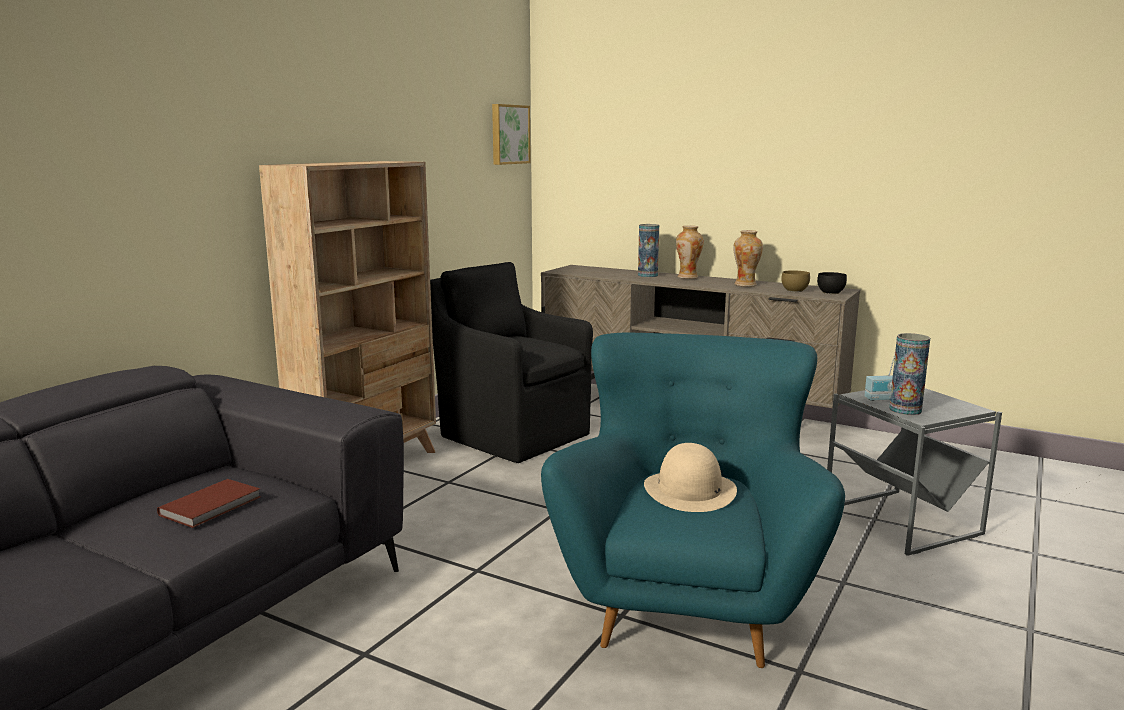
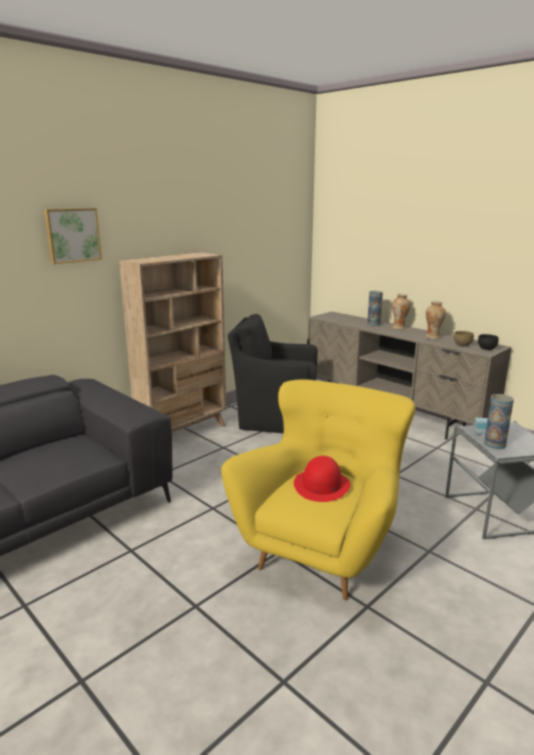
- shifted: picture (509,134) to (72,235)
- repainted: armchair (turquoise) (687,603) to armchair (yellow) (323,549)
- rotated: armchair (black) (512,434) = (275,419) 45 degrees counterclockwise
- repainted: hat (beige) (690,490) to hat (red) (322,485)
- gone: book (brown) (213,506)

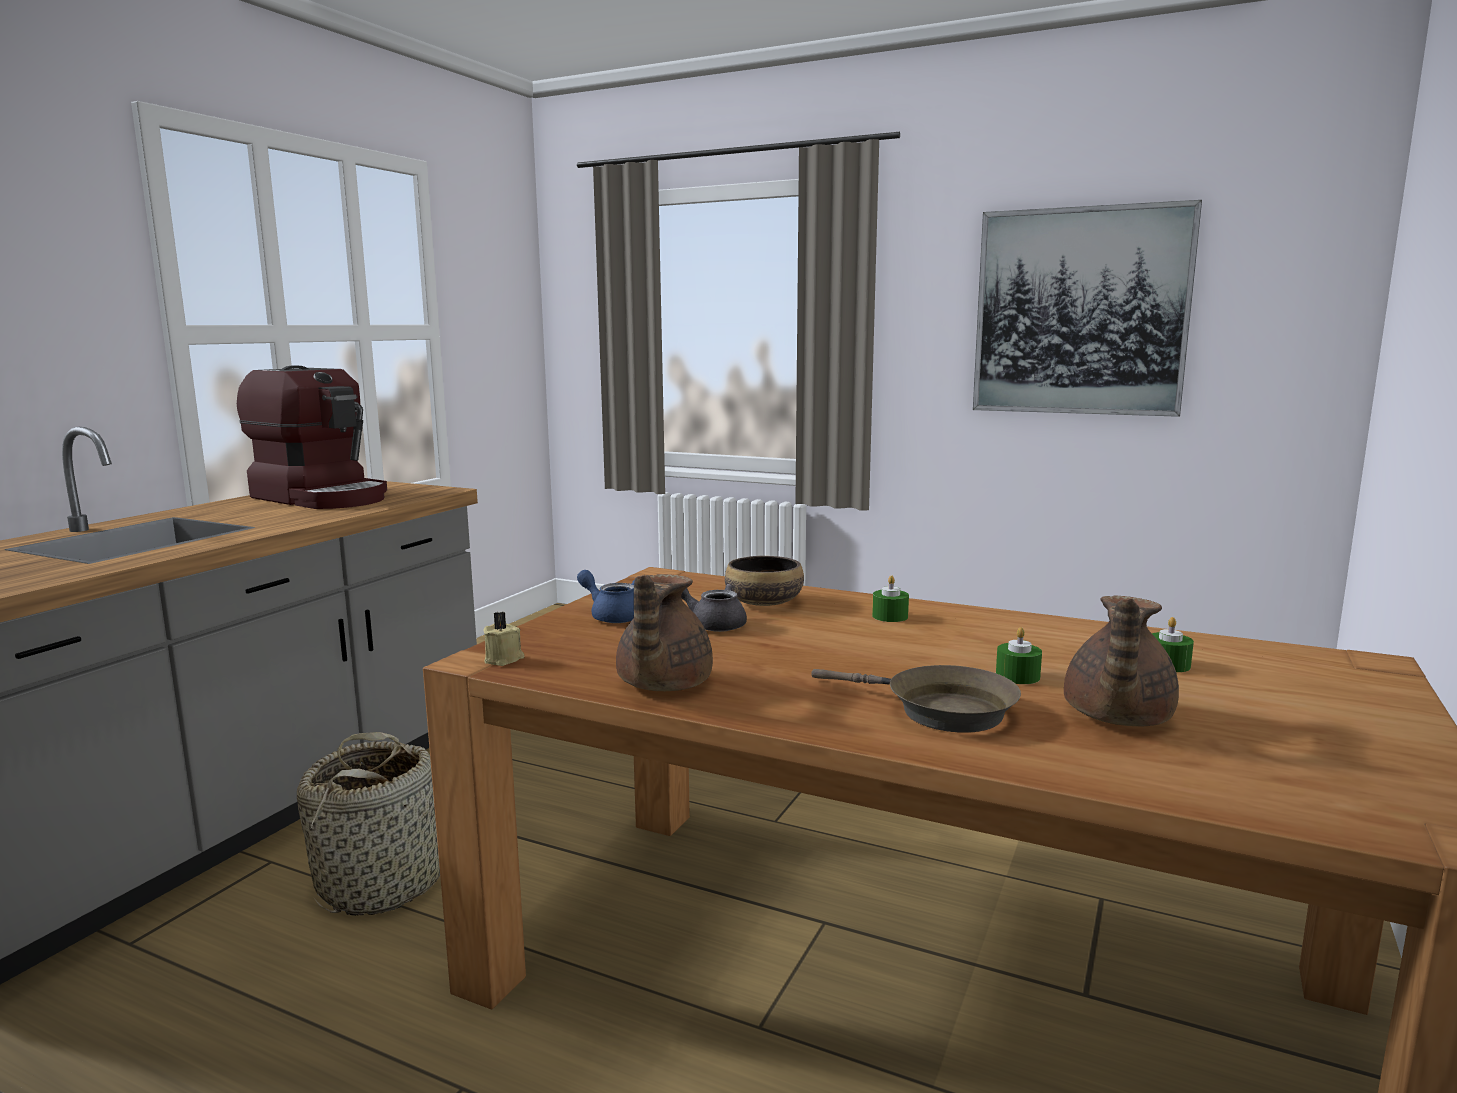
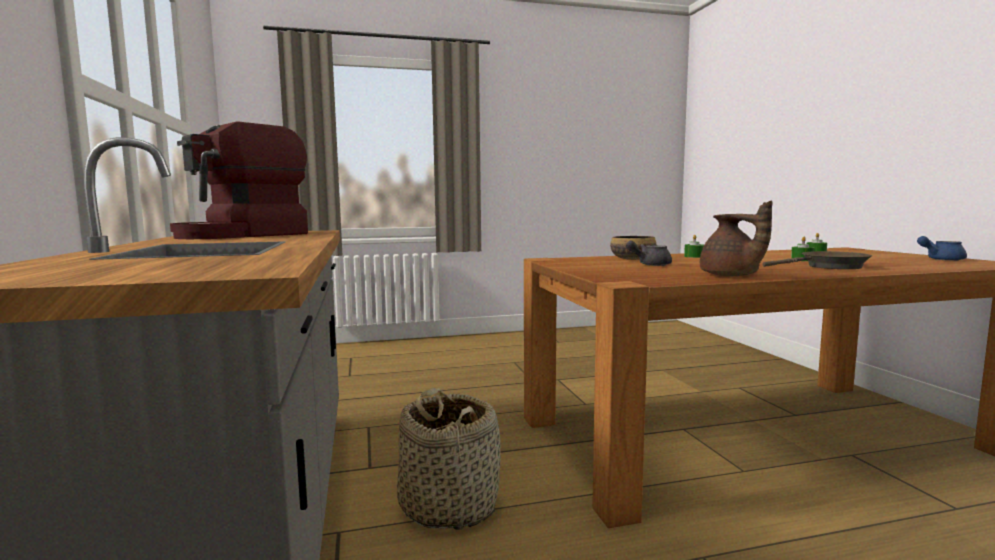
- rotated: coffee machine (323,497) = (243,235) 135 degrees clockwise
- shifted: teapot (blue) (613,616) to (940,259)
- gone: candle (beige) (504,659)
- gone: picture (1080,312)
- gone: teapot (brown) (1115,717)

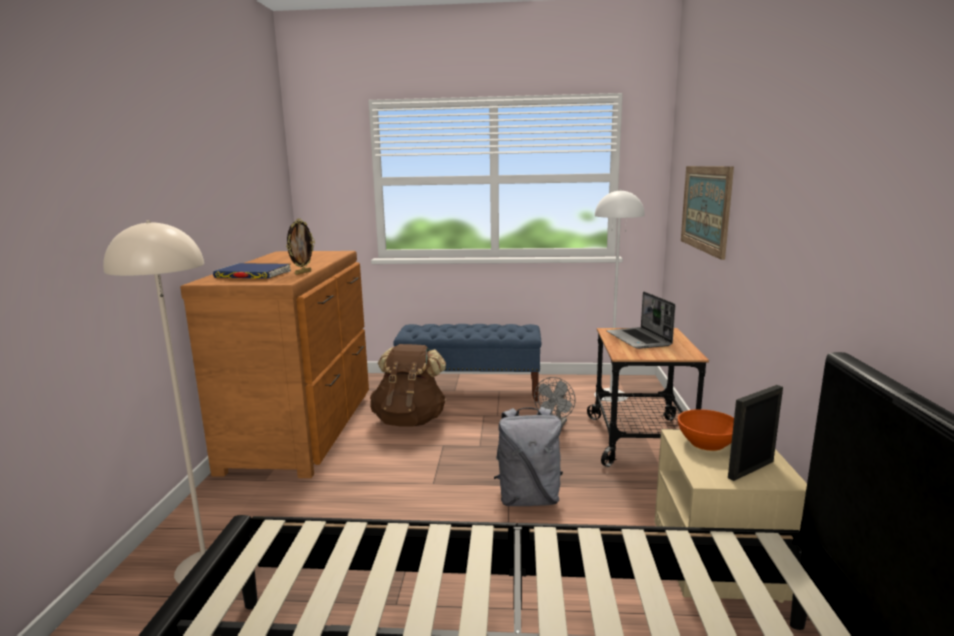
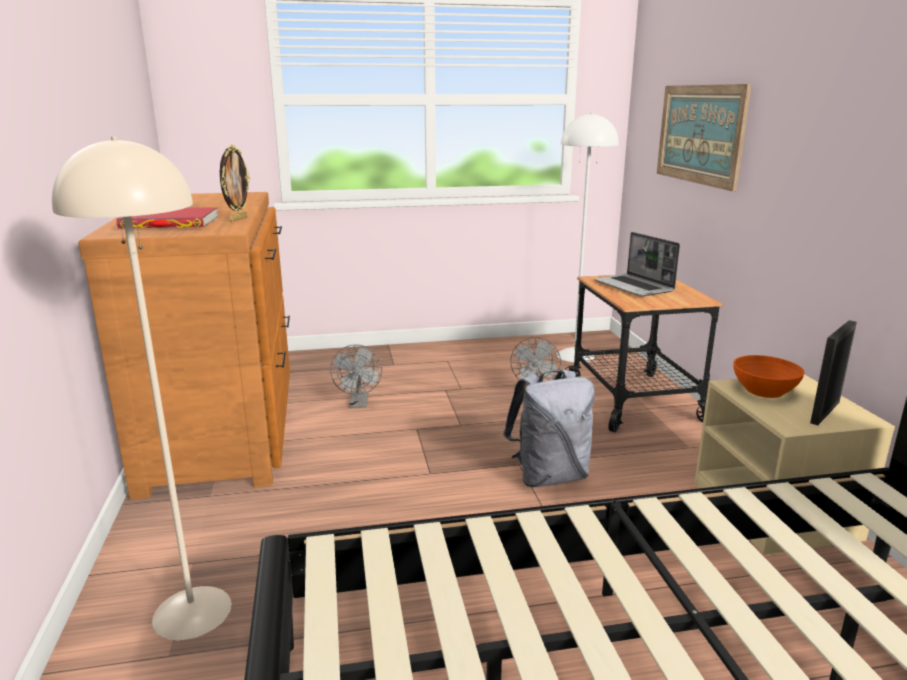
- repainted: book (blue) (253,275) to book (red) (170,223)
- swapped: backpack (brown) (410,420) to fan (grey) (359,404)
- gone: bench (blue) (470,390)

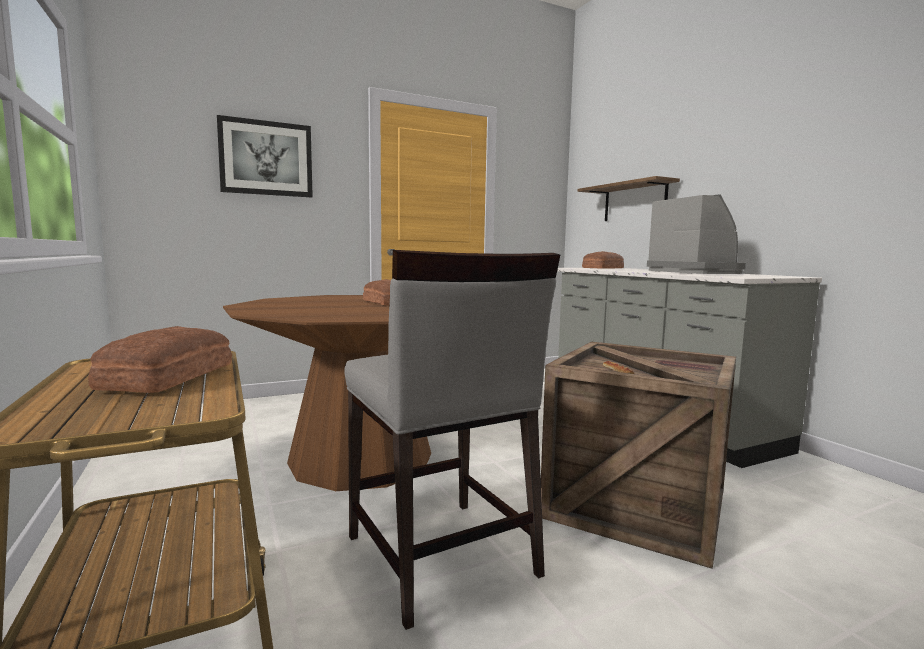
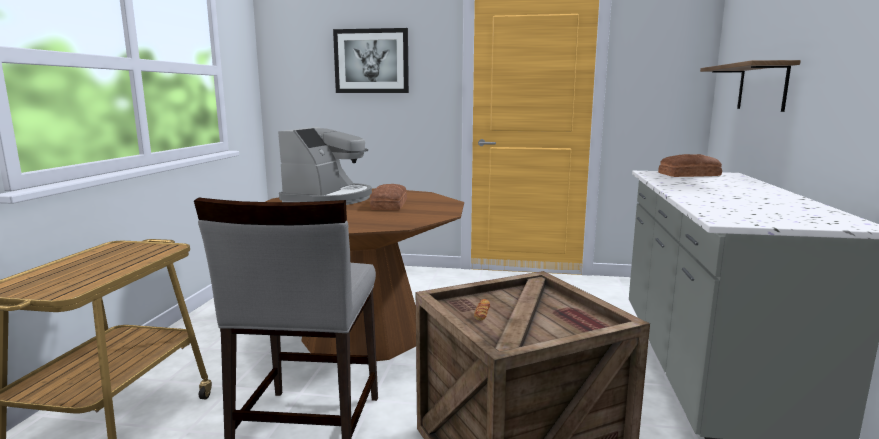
- shifted: coffee machine (697,272) to (329,199)
- gone: bread (164,377)

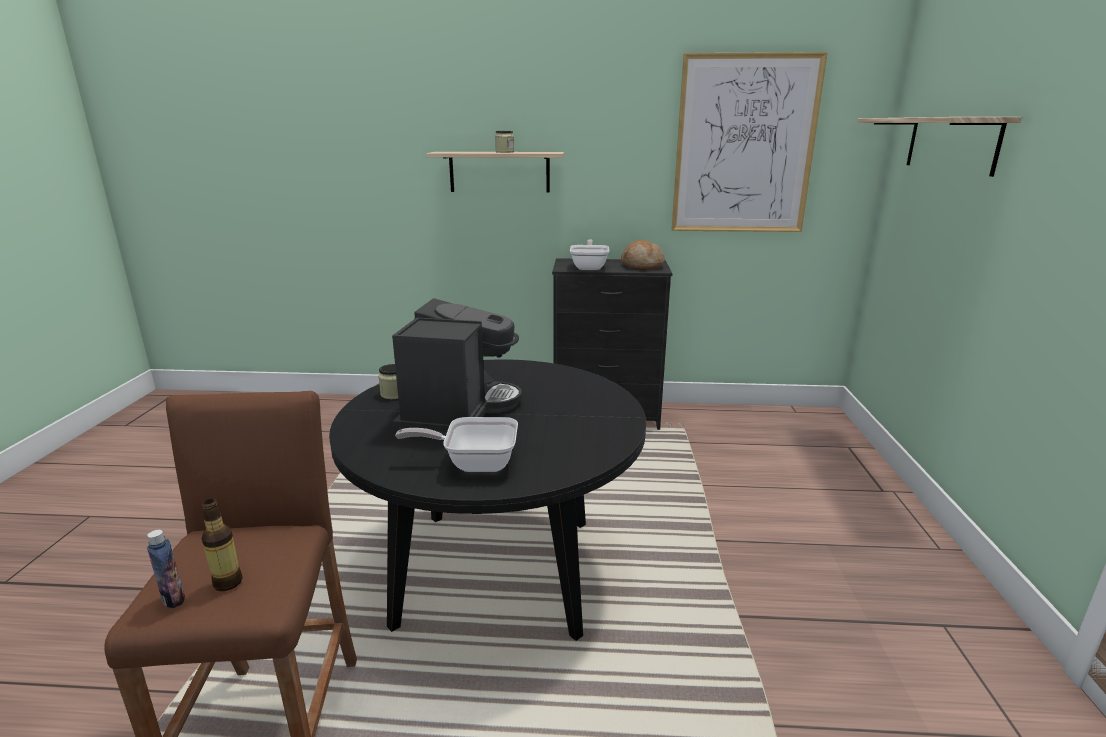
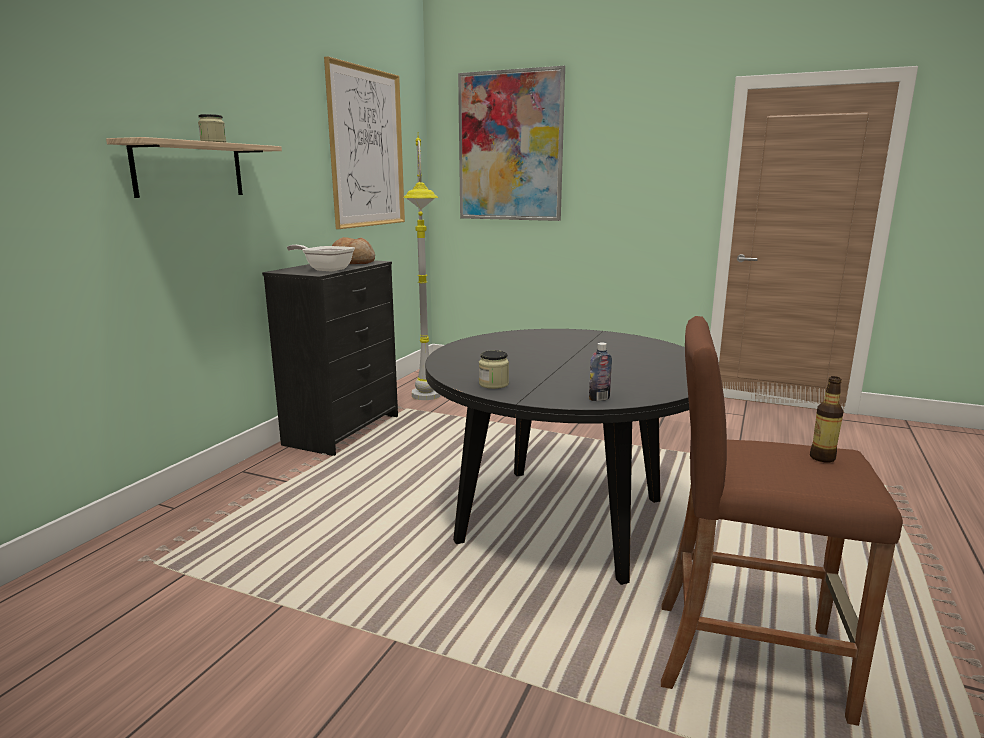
- new: floor lamp (grey) (426,403)
- swapped: shelf (951,144) to picture (510,147)
- shifted: bottle (173,599) to (599,398)
- gone: coffee machine (458,411)
- gone: frying pan (473,463)

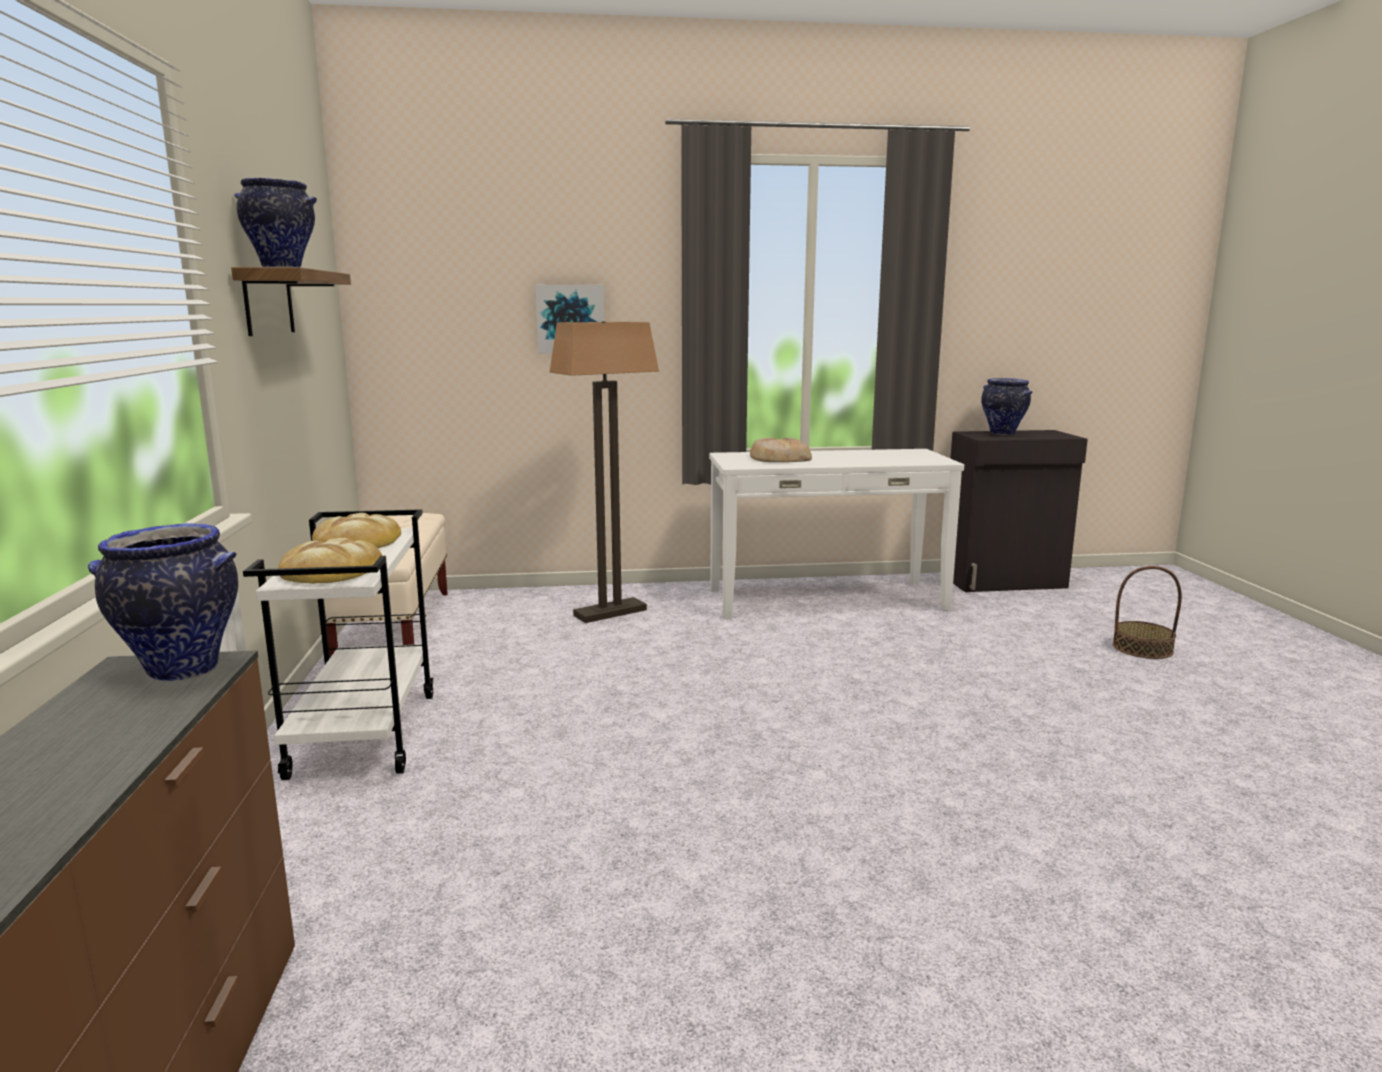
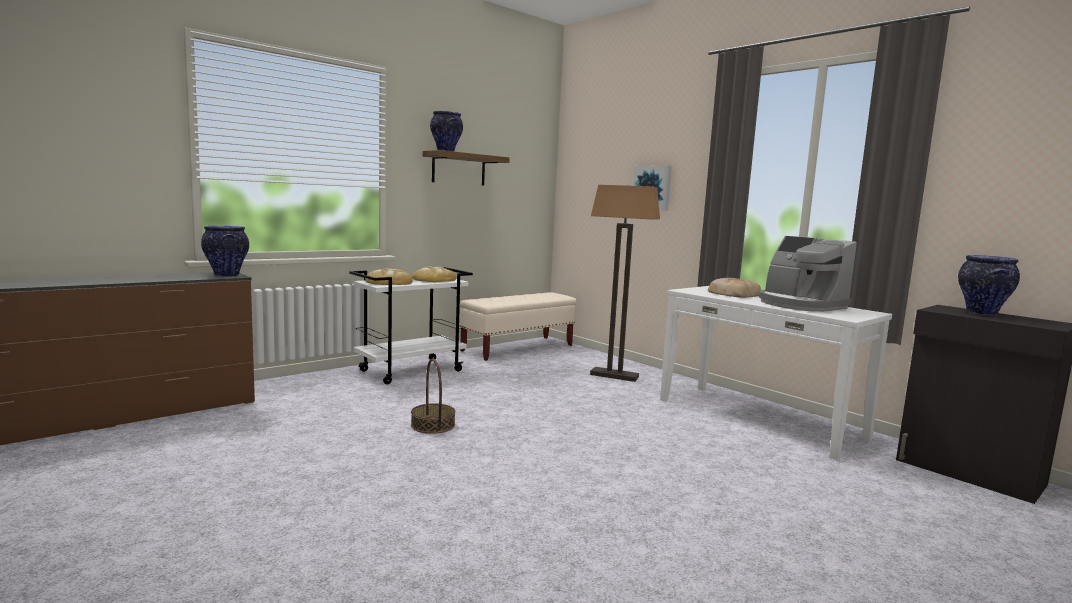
- shifted: basket (1142,648) to (433,425)
- new: coffee machine (800,305)

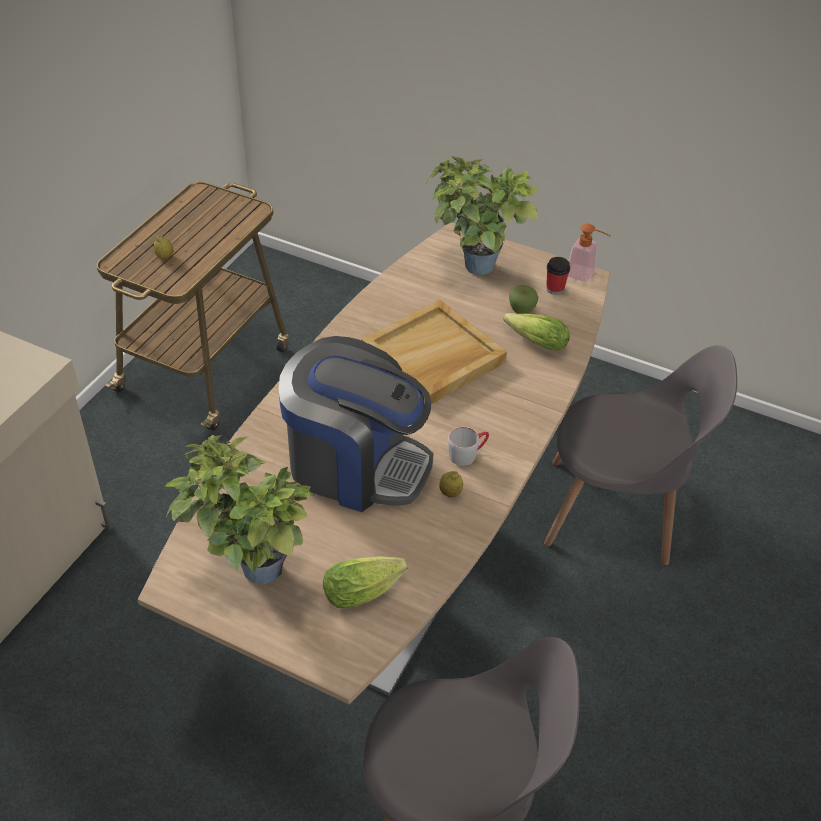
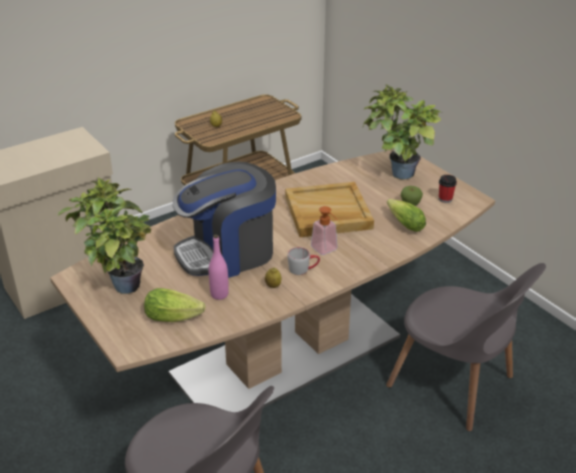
- rotated: coffee machine (355,465) = (228,253) 105 degrees clockwise
- new: bottle (pink) (219,294)
- shifted: soap dispenser (585,275) to (326,250)

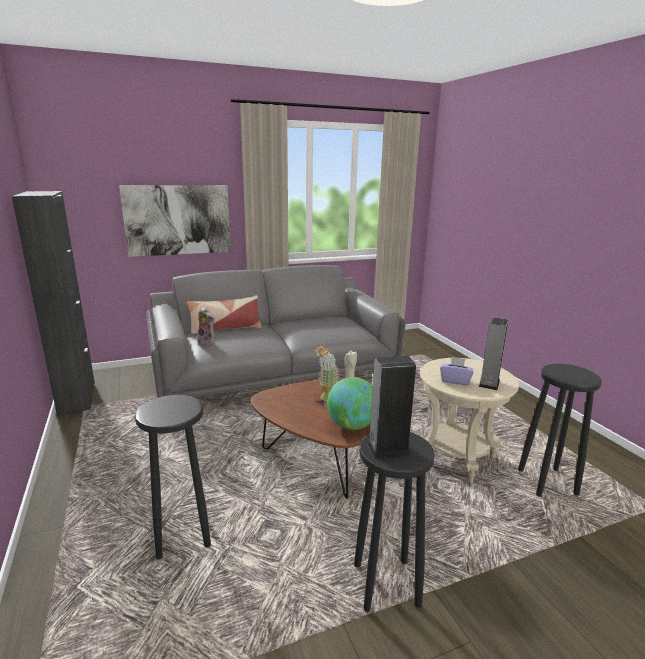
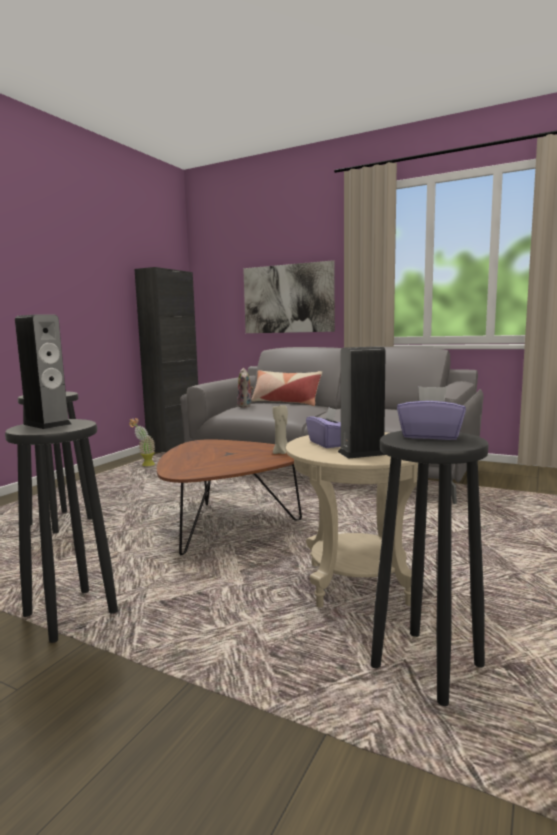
- shifted: potted plant (326,399) to (144,465)
- new: tissue box (purple) (430,436)
- gone: globe (352,425)

